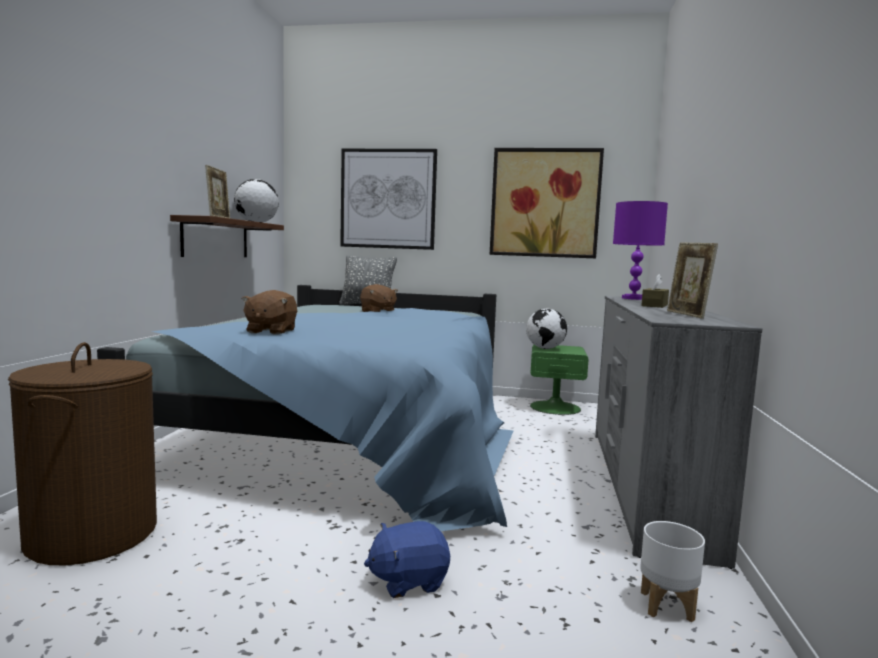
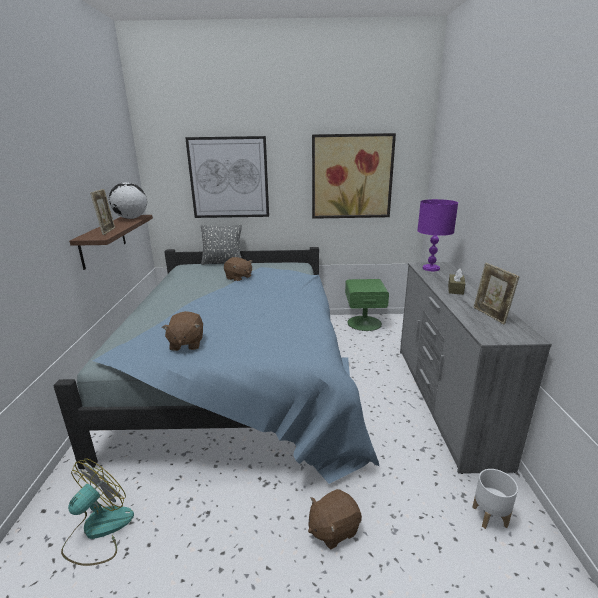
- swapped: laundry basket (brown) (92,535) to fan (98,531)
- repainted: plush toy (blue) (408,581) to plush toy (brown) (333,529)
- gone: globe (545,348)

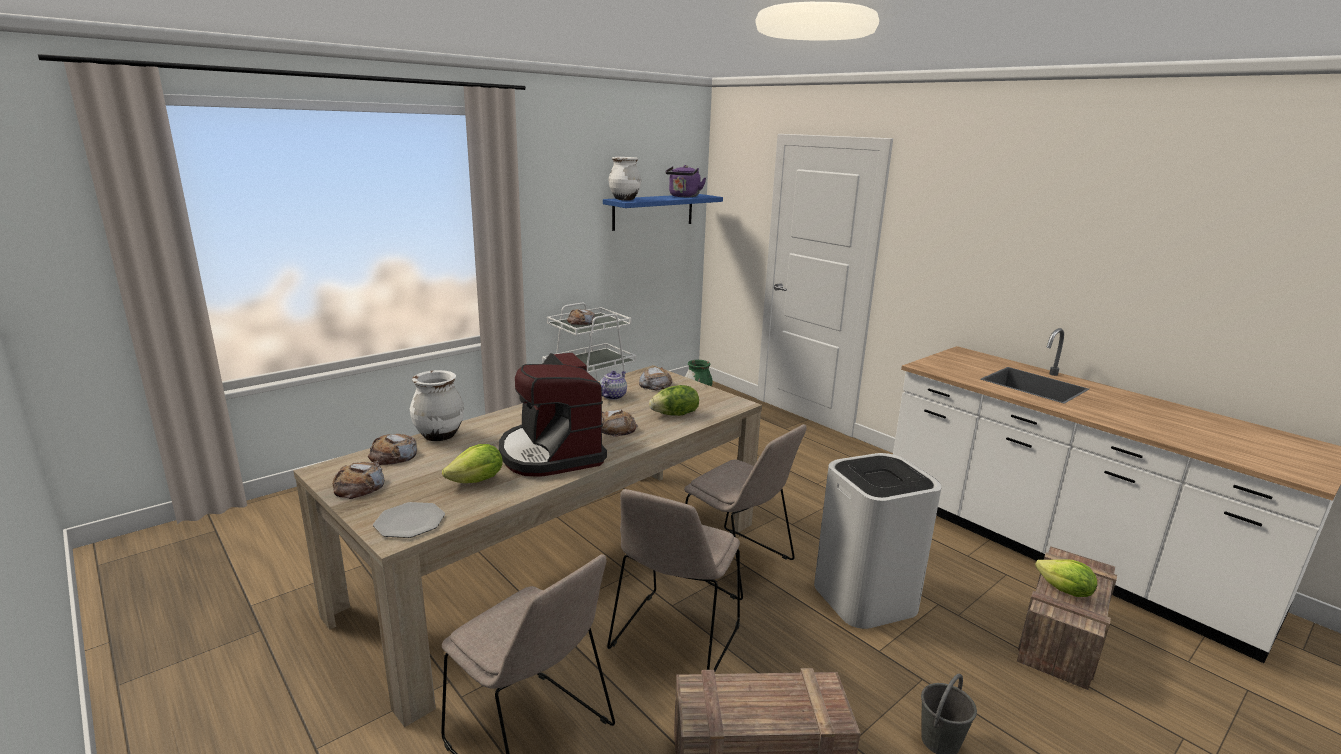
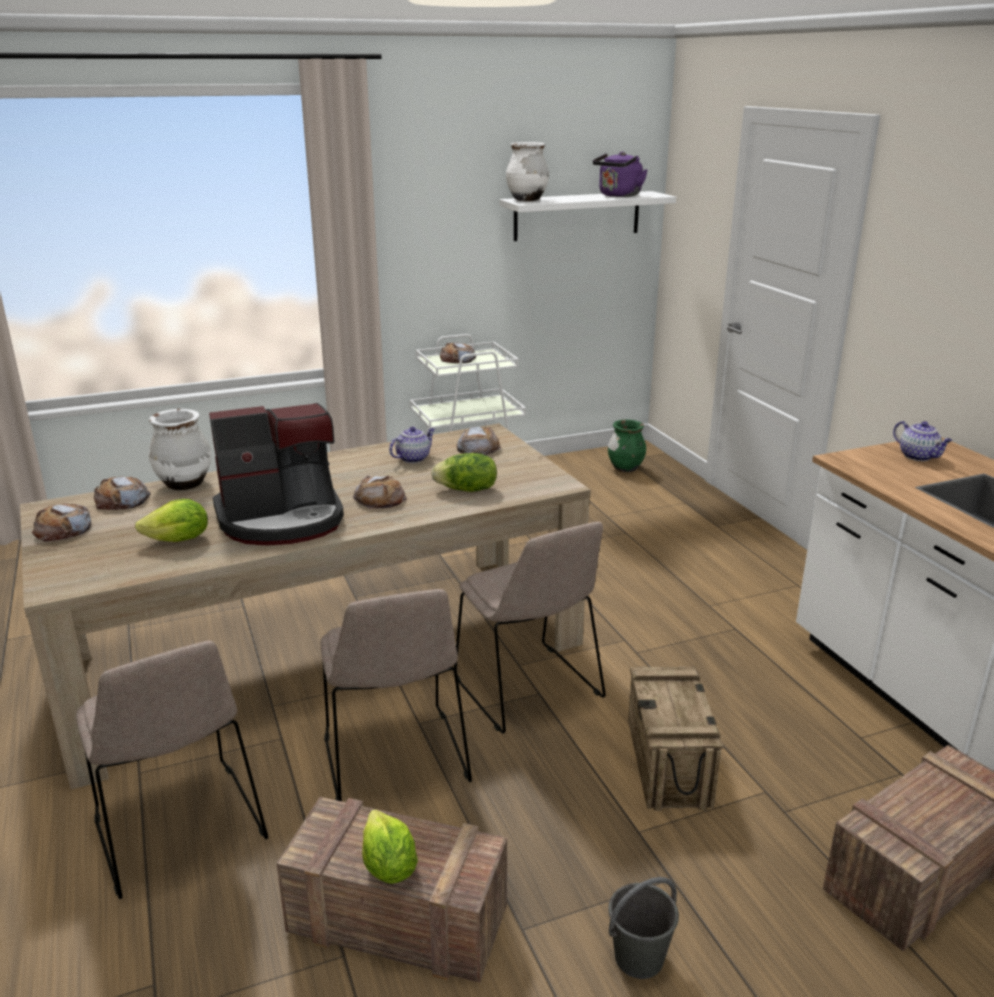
- rotated: coffee machine (551,453) = (282,519) 105 degrees counterclockwise
- rotated: chair (beige) (674,639) = (395,762) 60 degrees counterclockwise
- shifted: lettuce (1064,591) to (388,867)
- repainted: shelf (blue) (653,211) to shelf (white) (577,216)
- swapped: trash can (white) (865,598) to crate (669,763)
- new: teapot (918,456)
- gone: plate (409,522)

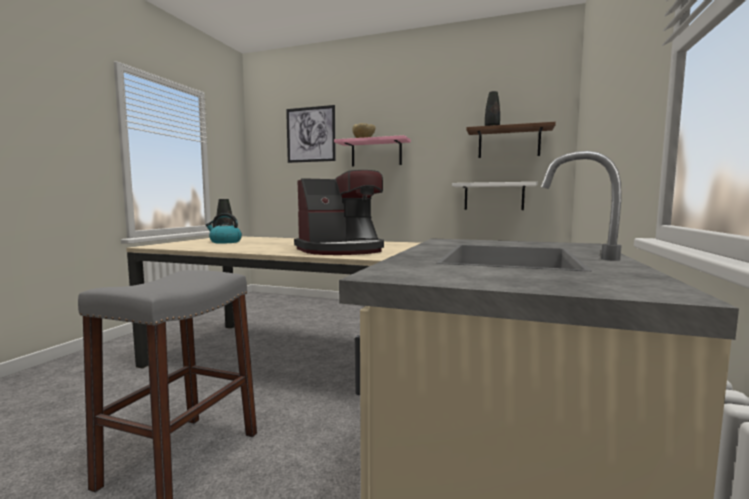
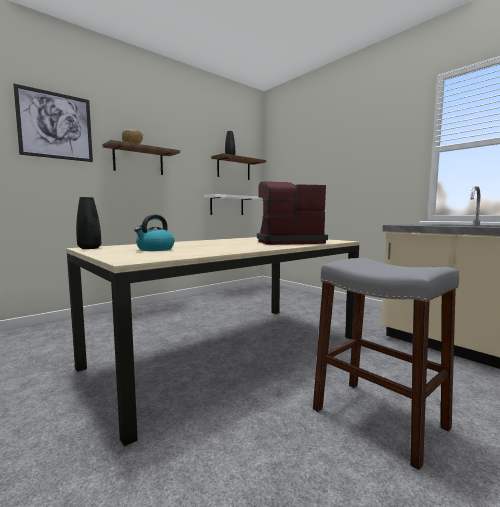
- repainted: shelf (pink) (376,153) to shelf (brown) (138,161)
- rotated: coffee machine (341,250) = (288,242) 105 degrees counterclockwise

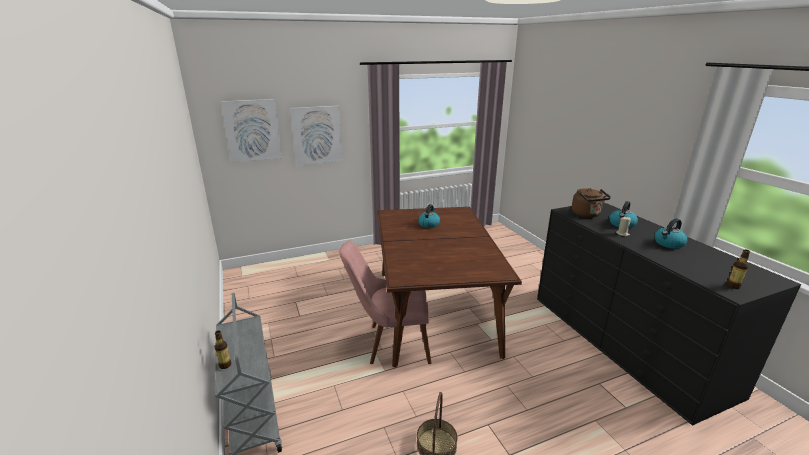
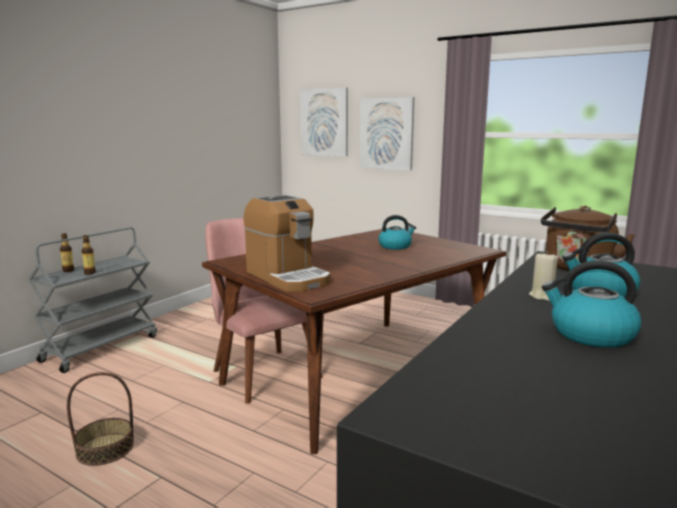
- shifted: bottle (733,286) to (90,273)
- new: coffee machine (288,277)

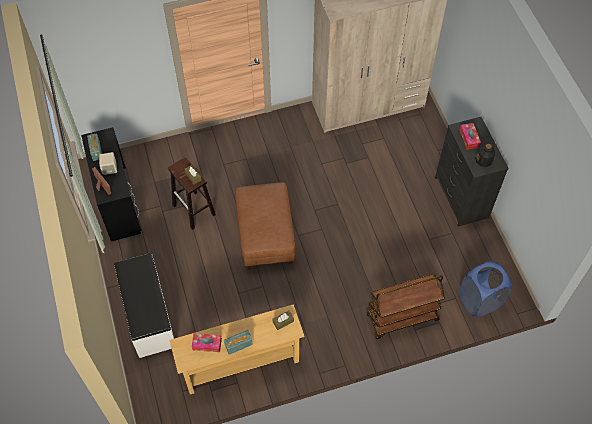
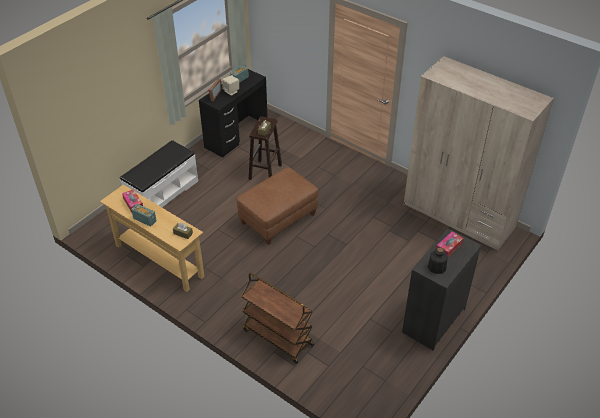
- gone: laundry basket (blue) (479,301)

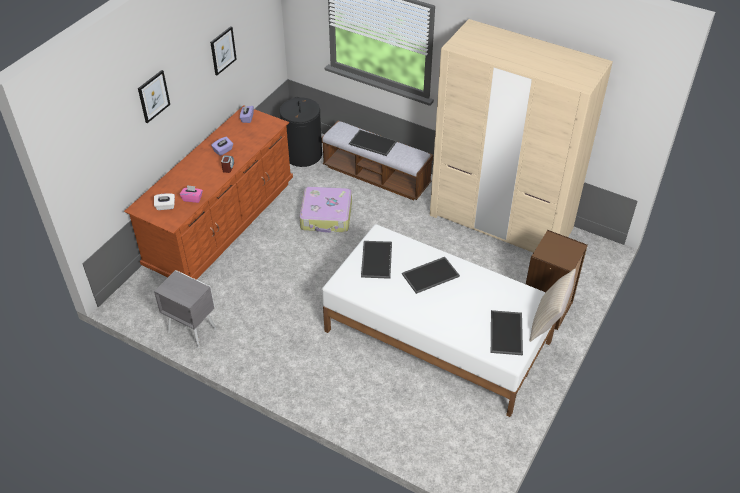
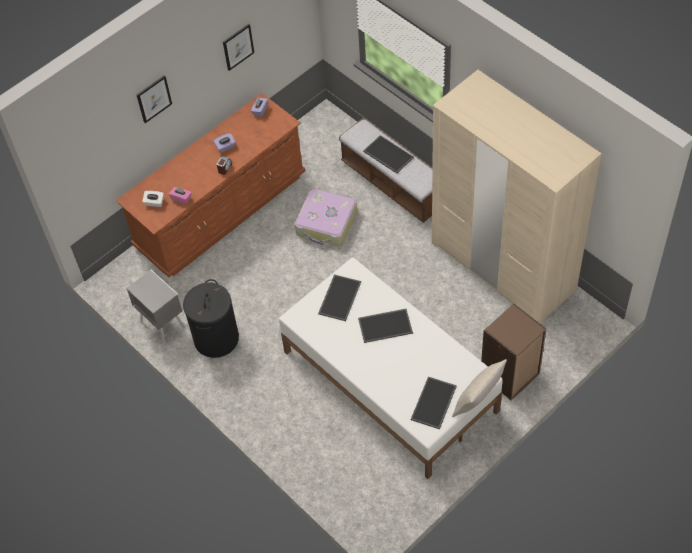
- shifted: laundry basket (black) (302,155) to (216,338)

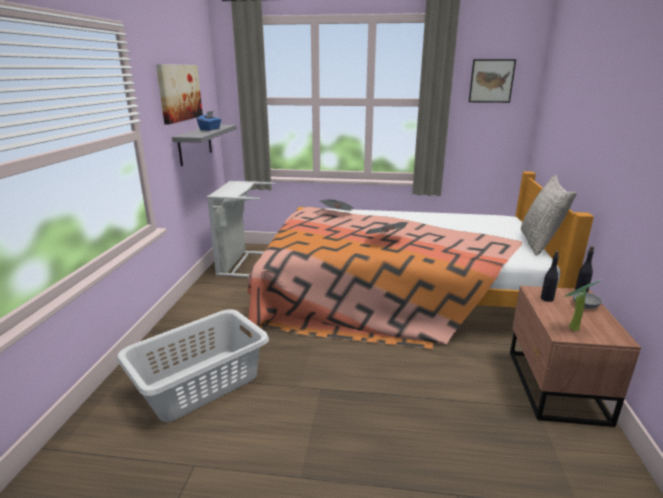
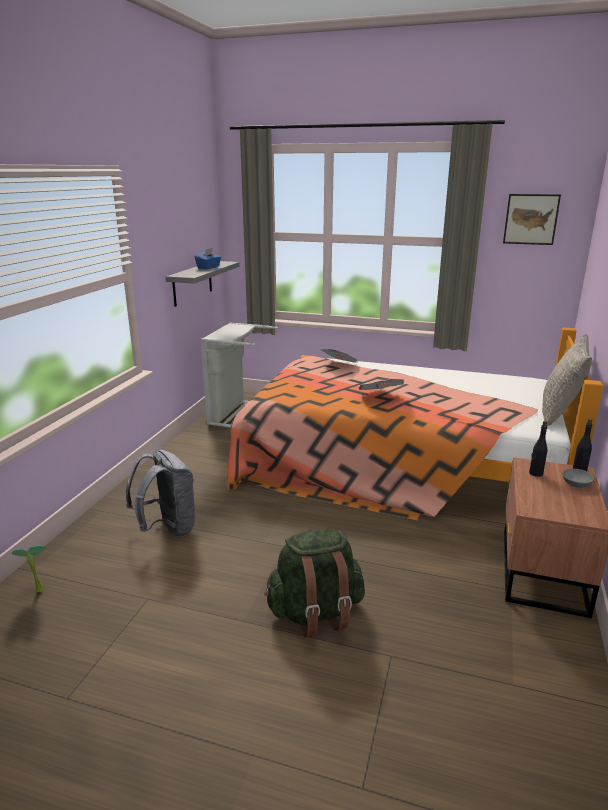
- shifted: potted plant (571,329) to (38,589)
- swapped: laundry basket (grey) (199,383) to backpack (grey) (167,528)
- new: backpack (green) (315,613)
- gone: picture (179,92)

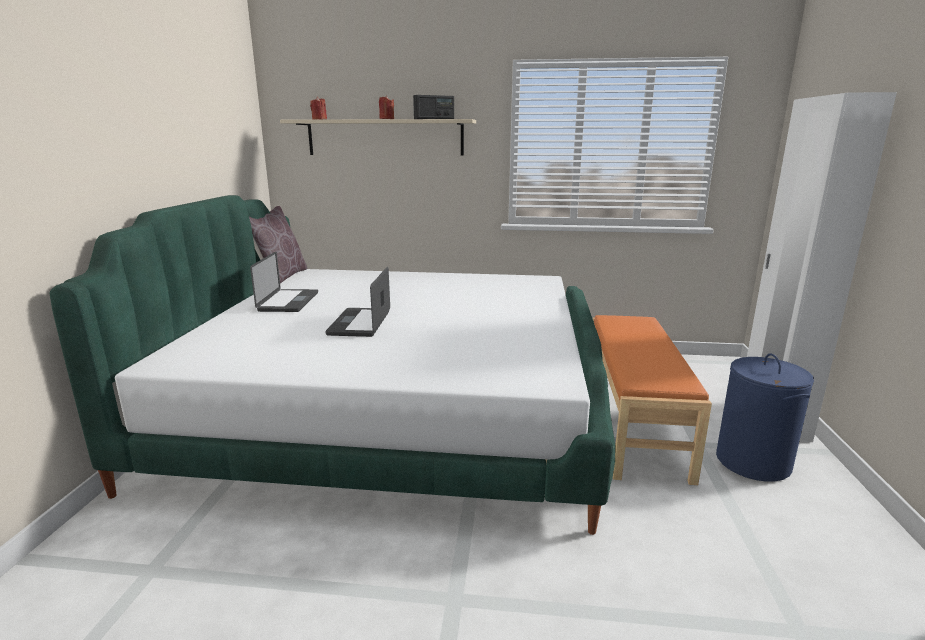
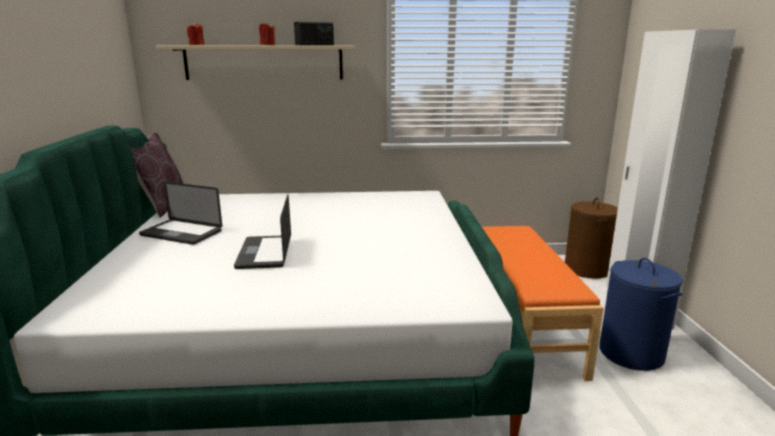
- rotated: laptop (288,302) = (181,233) 120 degrees clockwise
- new: laundry basket (brown) (587,269)

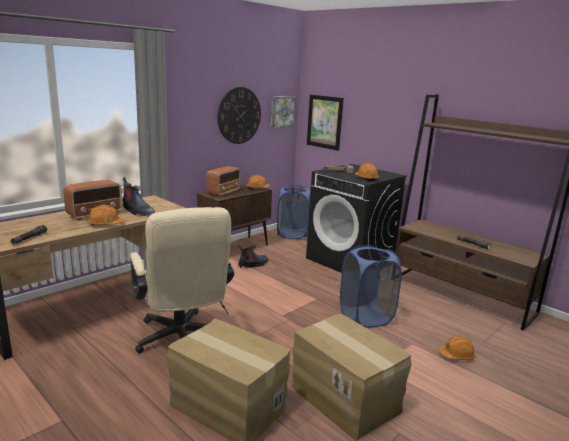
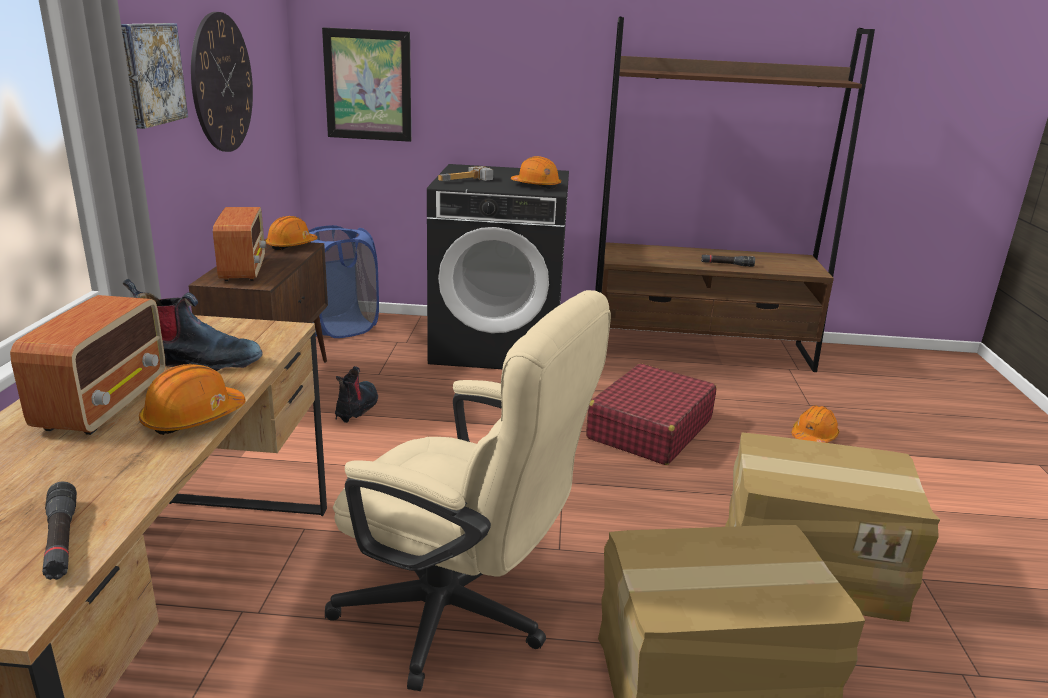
- shifted: picture (281,112) to (149,73)
- swapped: laundry basket (blue) (365,317) to suitcase (red) (649,429)

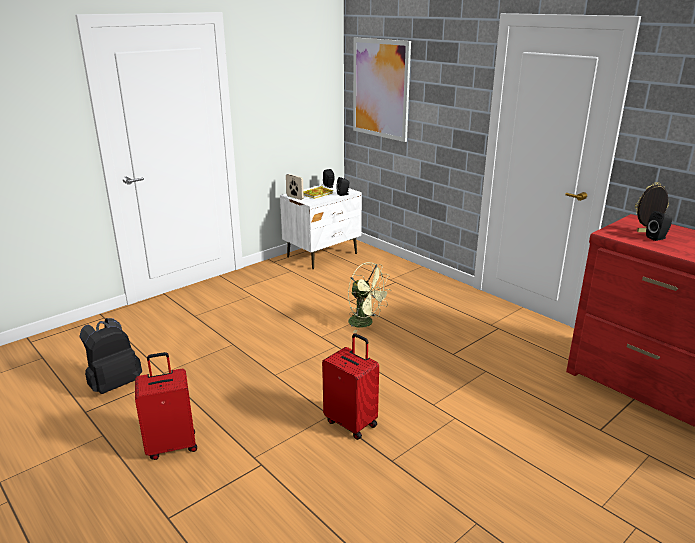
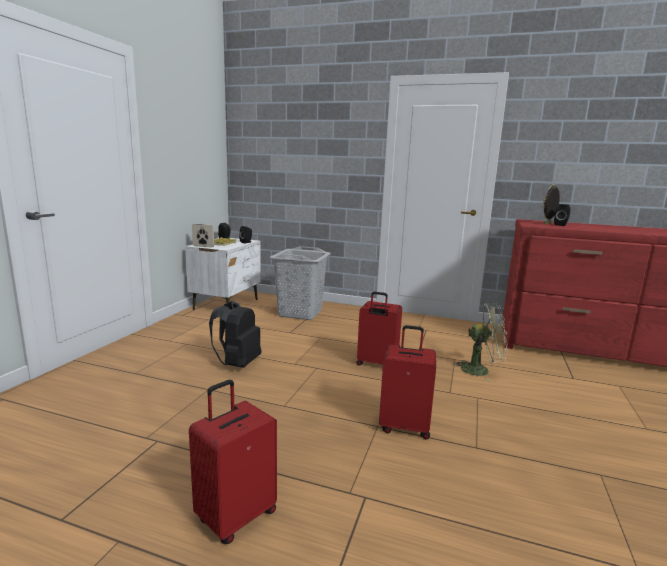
- shifted: backpack (black) (114,384) to (237,363)
- new: laundry basket (grey) (300,313)
- new: suitcase (red) (376,364)
- shifted: fan (green) (366,323) to (481,370)
- gone: picture (381,89)

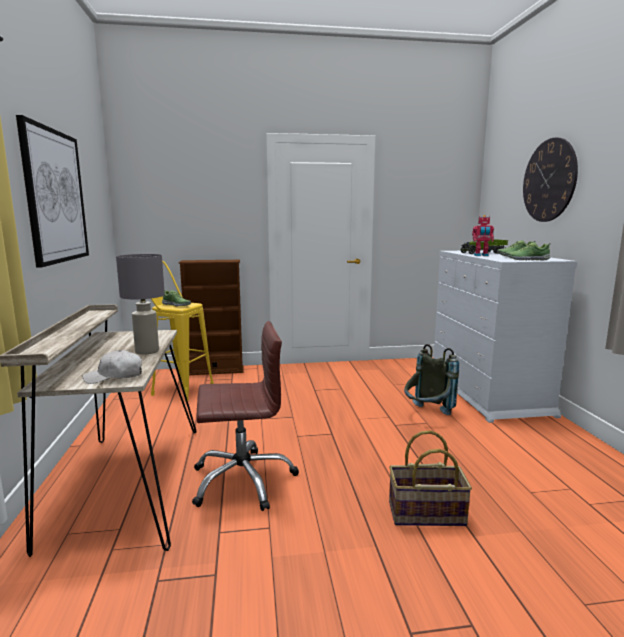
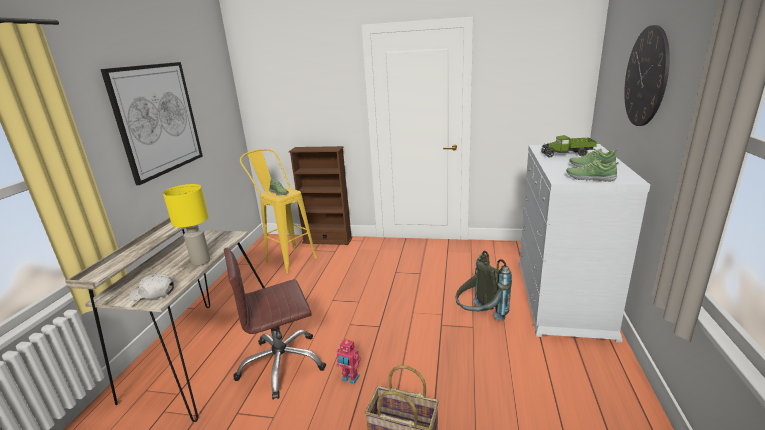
- repainted: table lamp (grey) (147,351) to table lamp (yellow) (201,261)
- rotated: office chair (brown) (243,480) = (281,364) 150 degrees clockwise
- shifted: toy robot (481,255) to (350,379)

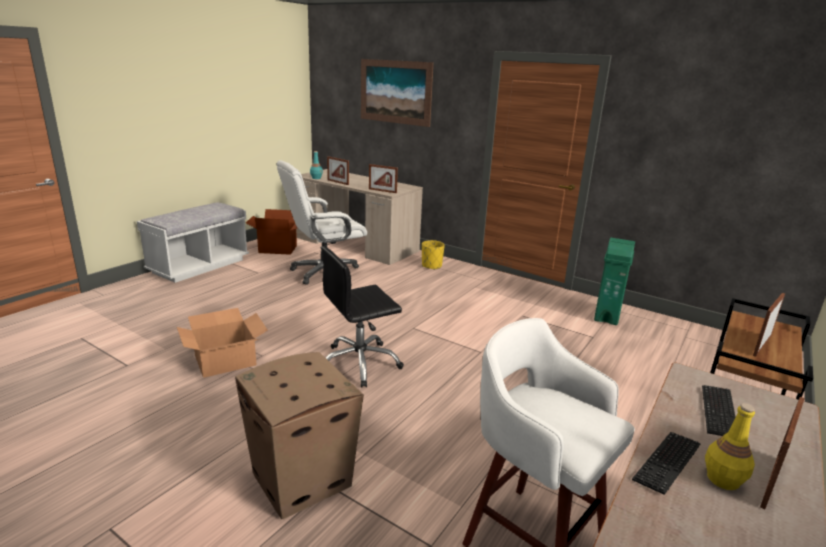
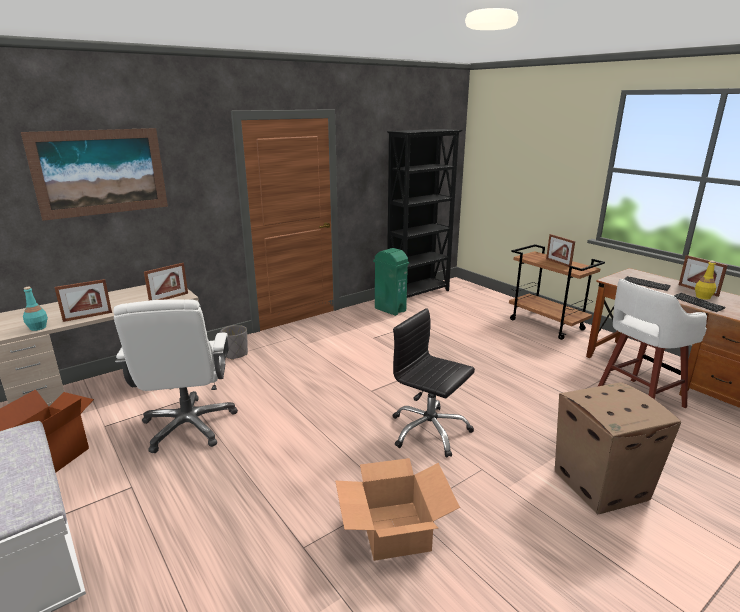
- repainted: planter (yellow) (431,266) to planter (grey) (236,354)
- new: bookcase (black) (419,293)
- rotated: office chair (black) (359,363) = (429,431) 135 degrees clockwise

